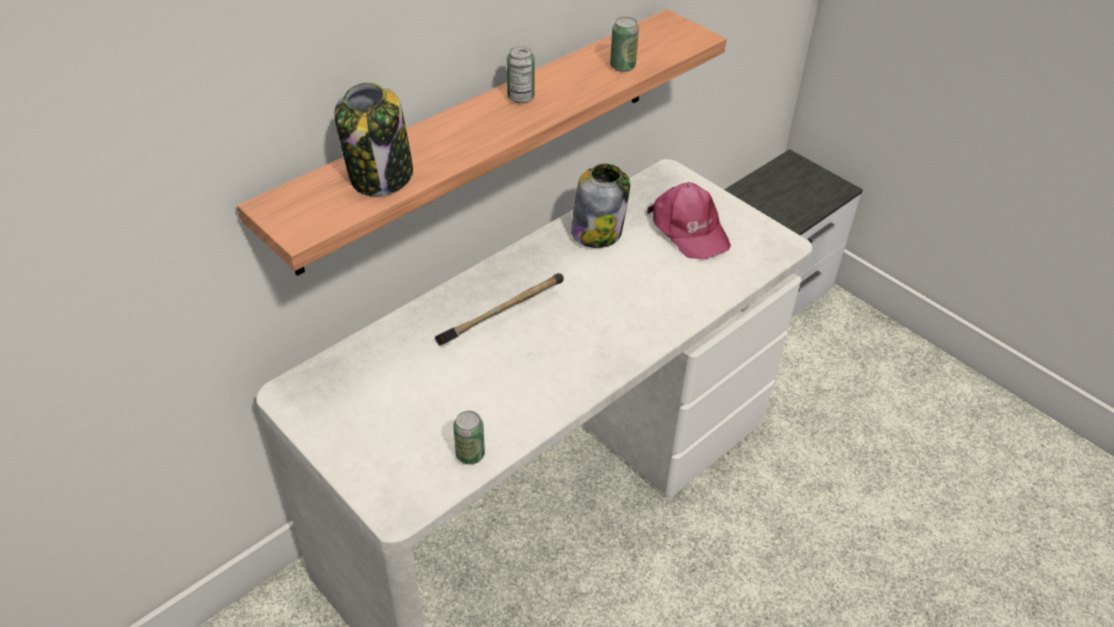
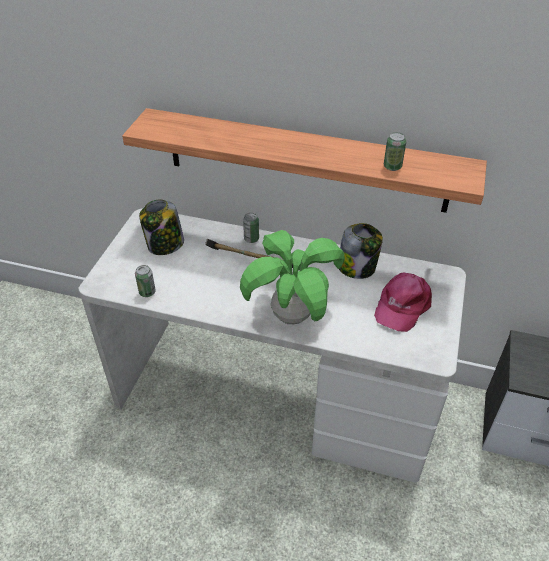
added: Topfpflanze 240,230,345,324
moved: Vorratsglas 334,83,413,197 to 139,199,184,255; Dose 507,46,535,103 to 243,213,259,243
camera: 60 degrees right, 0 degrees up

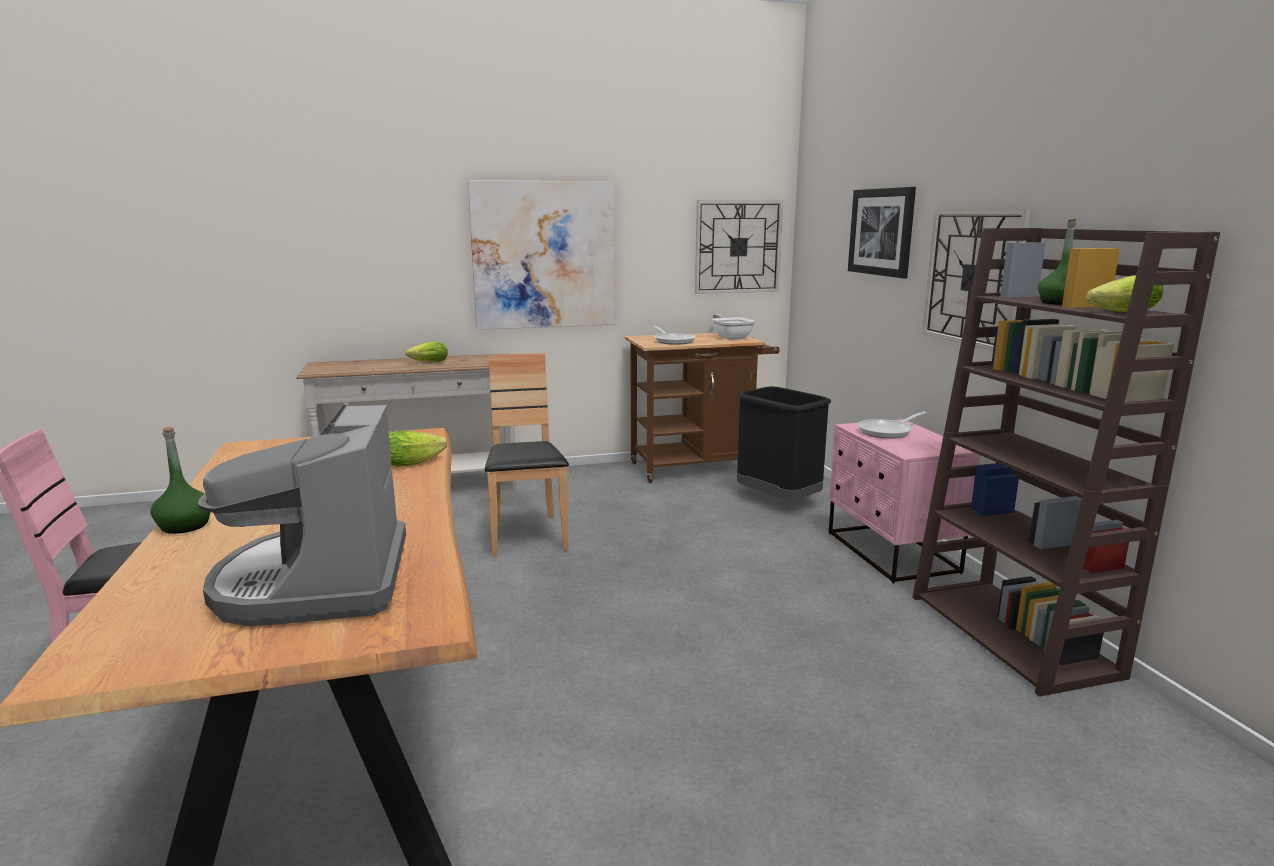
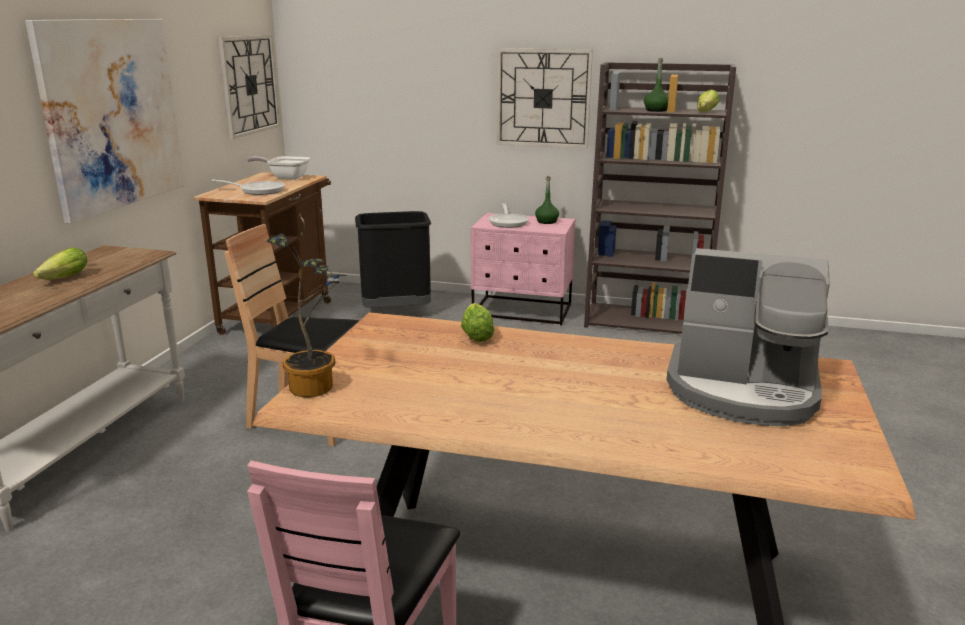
removed: Bild 848,187,916,278
added: Topfpflanze 267,234,347,397
moved: Flasche (grün) 150,427,211,534 to 535,176,559,224
camera: 60 degrees left, 5 degrees up

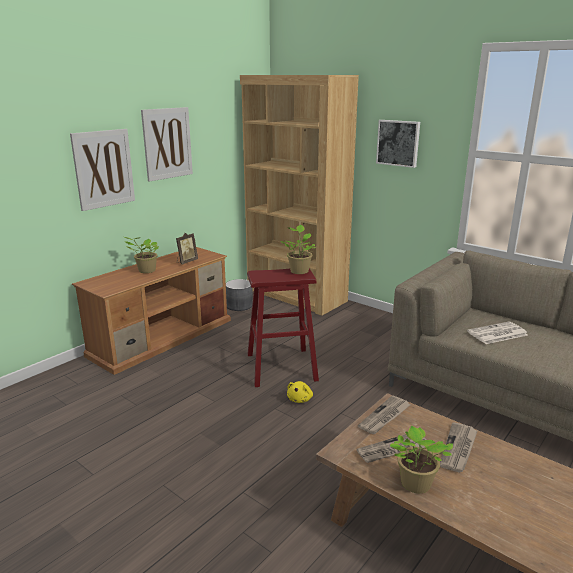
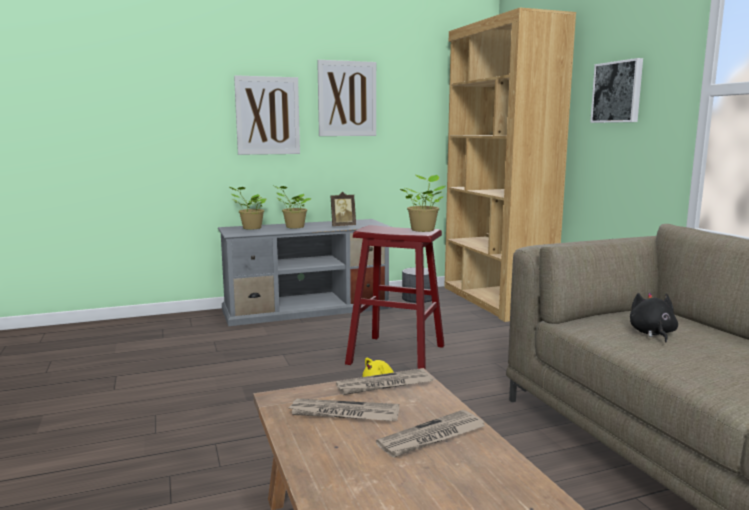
moved: Topfpflanze 390,426,453,493 to 229,187,267,230
replaced: Zeitung 467,322,528,344 to Plüschtier (schwarz) 630,293,678,342
recoloured: Fernsehschrank (braun) 72,247,231,375 to Fernsehschrank (grau) 218,219,393,326
camera: 30 degrees right, 10 degrees down

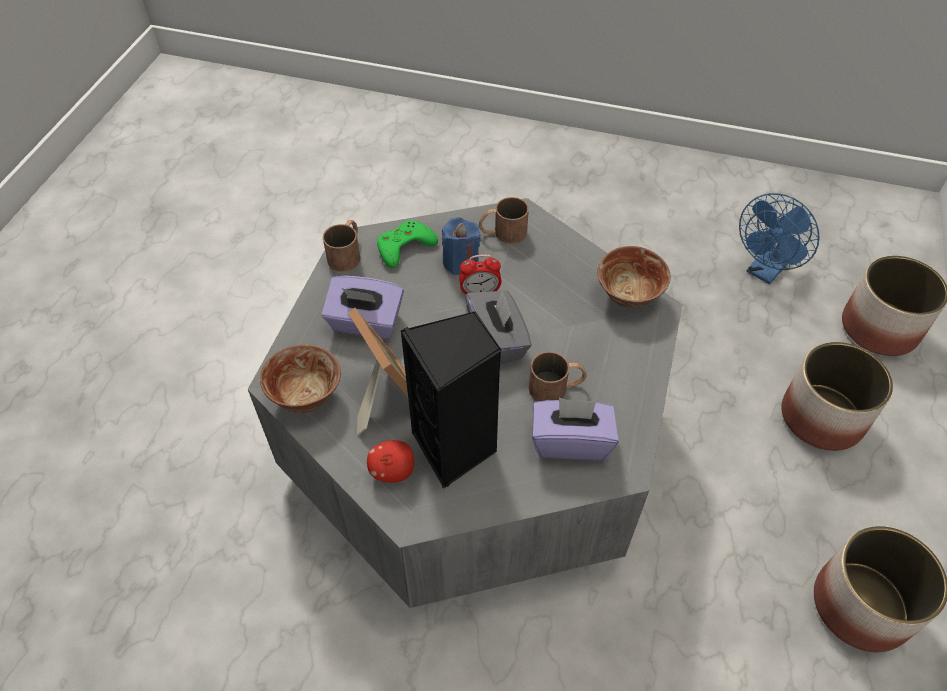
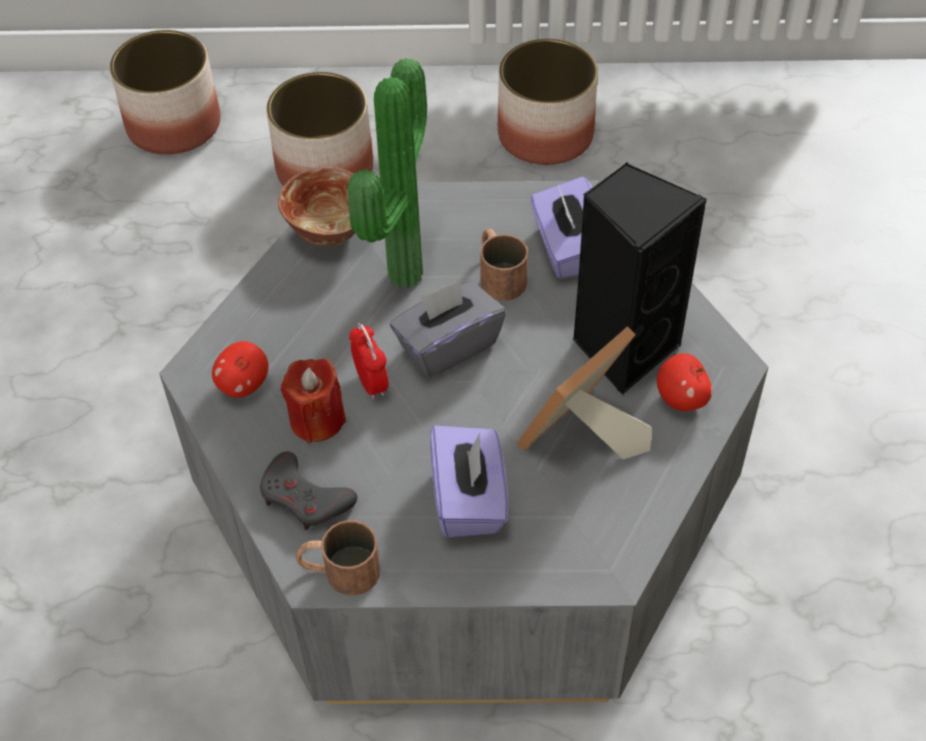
removed: Schüssel 260,344,341,413; Ventilator (blau) 739,193,820,284
added: Topfpflanze 348,58,427,288
replaced: Henkelbecher (braun) 479,197,529,243 to Apfel 212,341,268,398
recoloured: Gamepad (grün) 377,220,438,268 to Gamepad (grau) 260,451,357,530; Kerze (blau) 442,217,481,275 to Kerze (rot) 281,359,346,444
camera: 105 degrees left, 0 degrees up

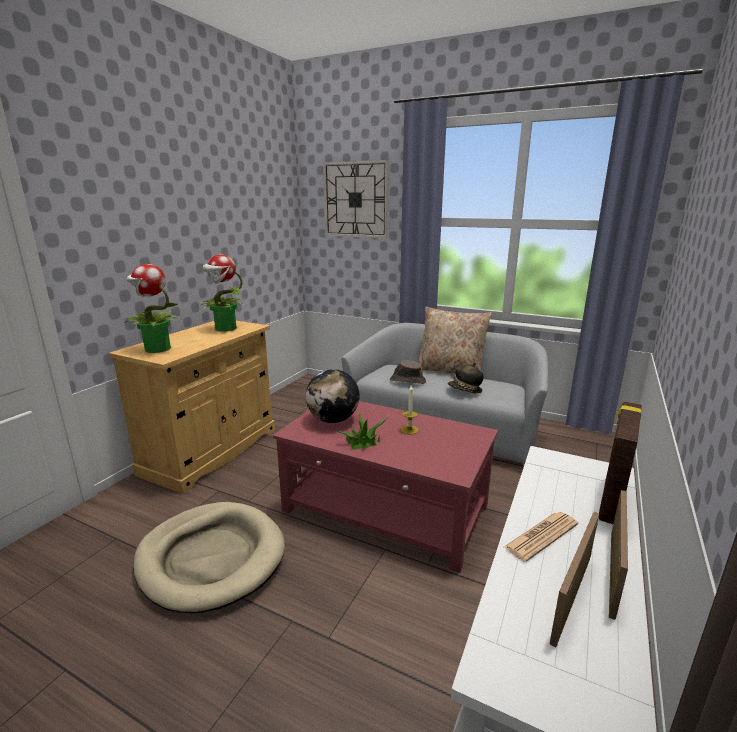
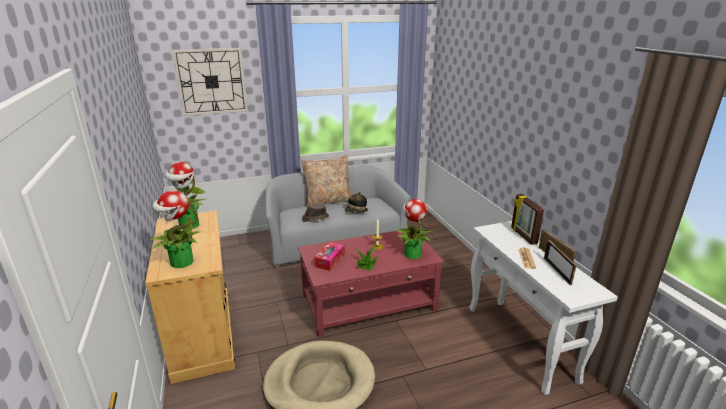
added: Topfpflanze 396,199,432,259
replaced: Globus 306,369,360,423 to Taschentuchbox 314,242,345,271
camera: 45 degrees left, 5 degrees up

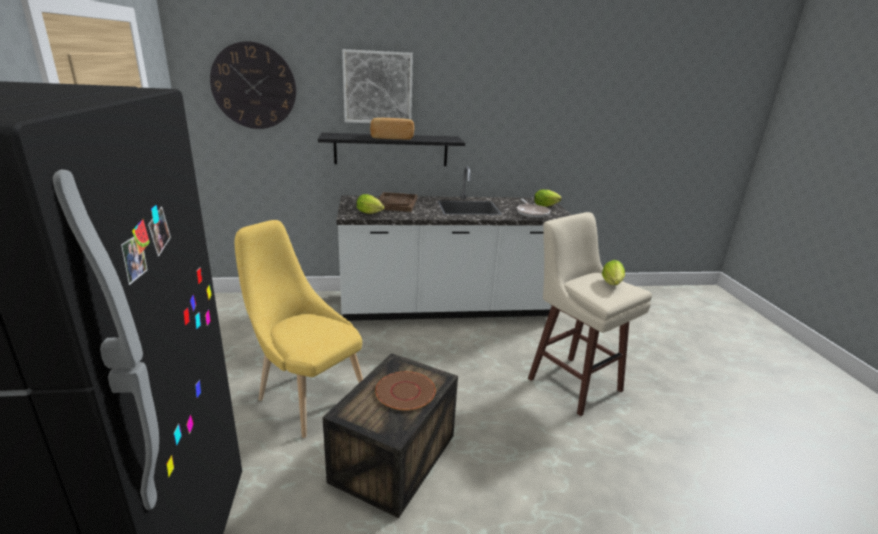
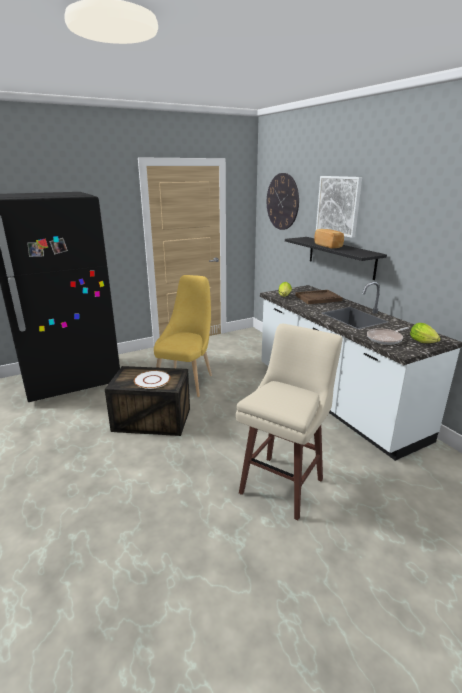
removed: Salatkopf 602,260,625,285
recoloured: Teller (braun) 375,371,436,410 to Teller (weiß) 134,371,170,389
camera: 70 degrees right, 0 degrees up

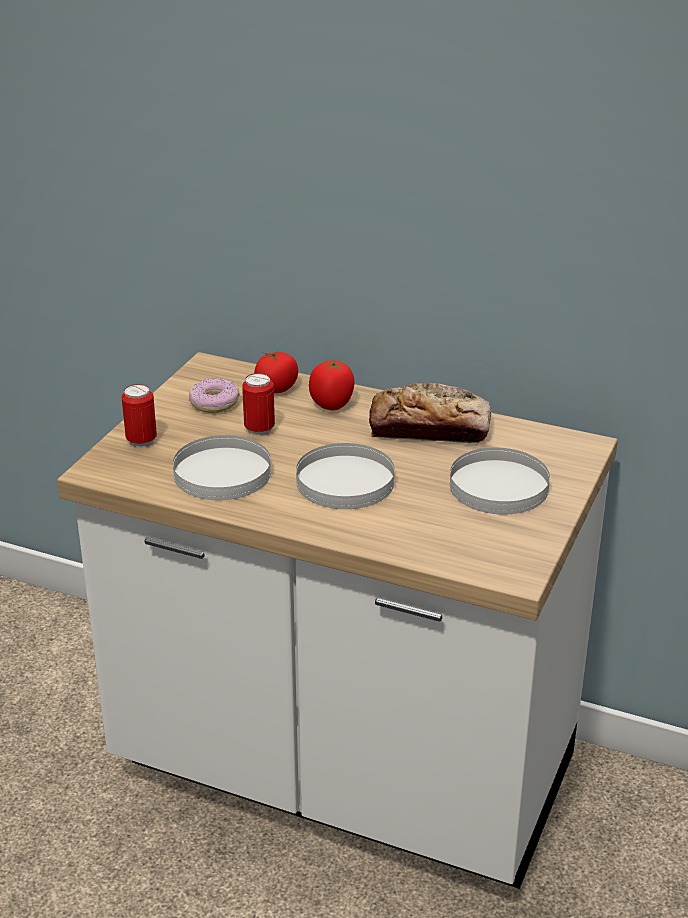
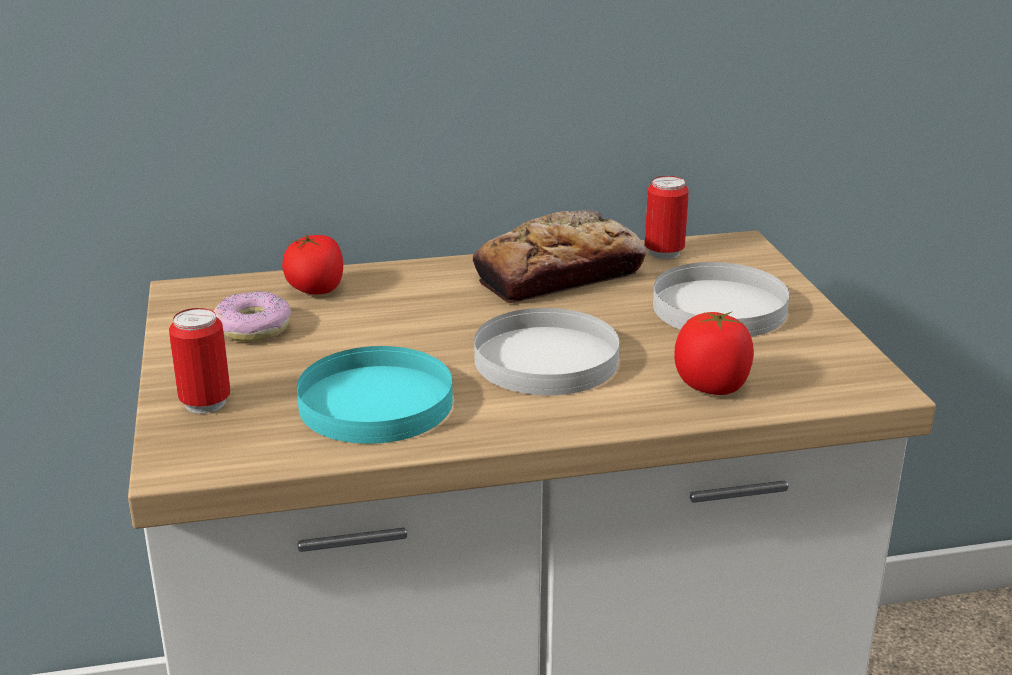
moved: Dose 242,373,275,436 to 645,176,689,259; Tomate 309,360,355,410 to 674,311,754,395
recoloured: Teller (weiß) 173,435,271,500 to Teller (türkis) 297,346,453,444
camera: 35 degrees left, 5 degrees down

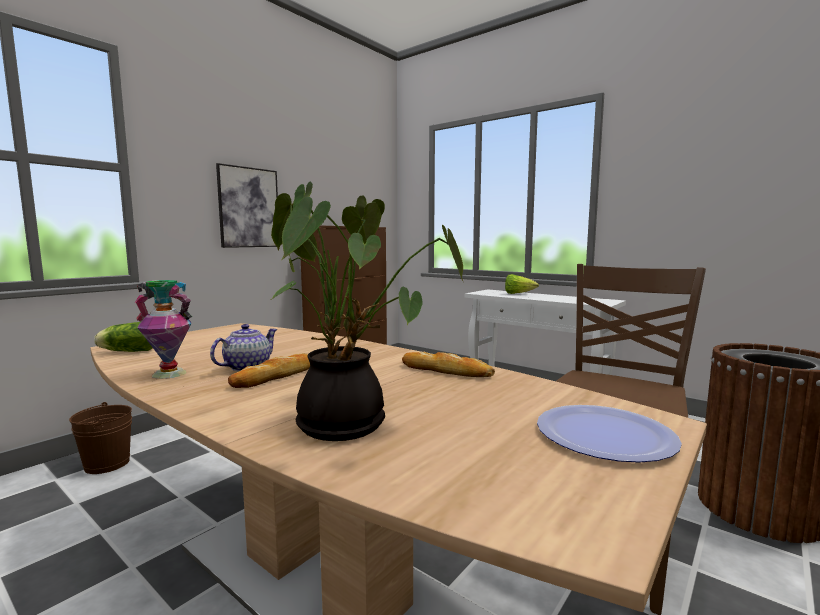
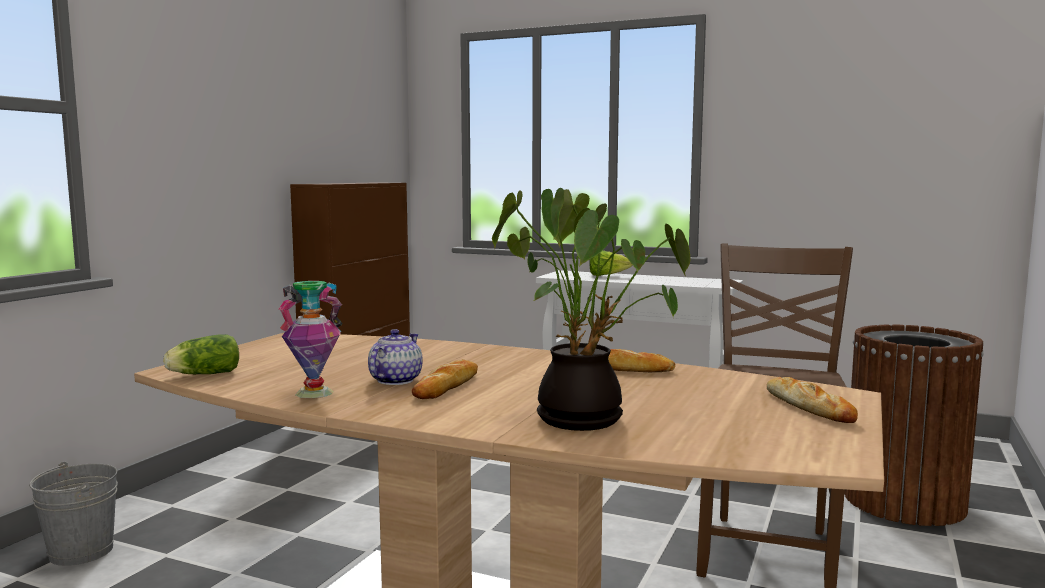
removed: Bild 216,163,278,248
replaced: Teller 537,405,682,463 to Brot 767,377,858,423
recoloured: Eimer (braun) 69,402,132,474 to Eimer (grau) 29,461,118,566
camera: 15 degrees left, 0 degrees up

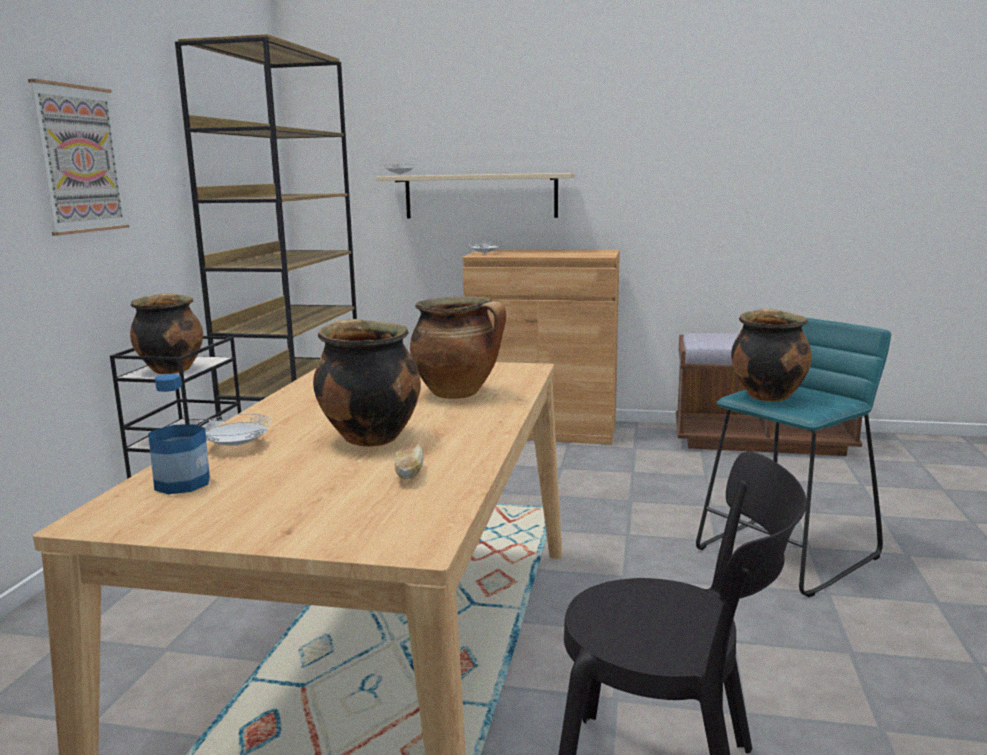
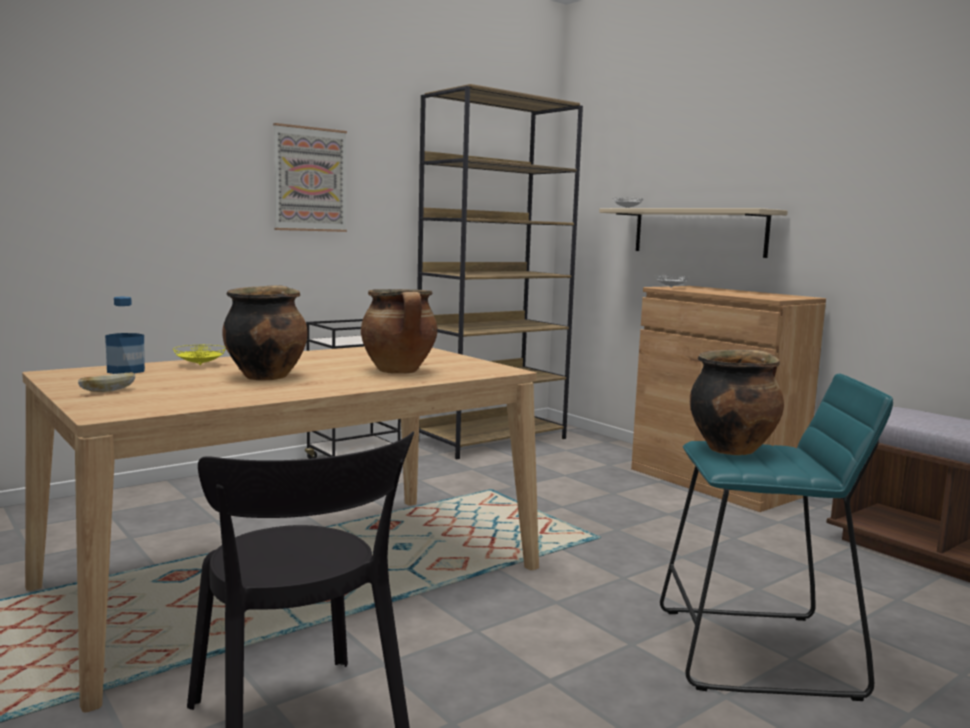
removed: Kochtopf 130,293,203,374
moved: Brot 395,443,423,479 to 78,372,135,392
recoloured: Teller (weiß) 199,414,271,447 to Teller (gelb) 173,345,226,365
camera: 40 degrees right, 5 degrees down

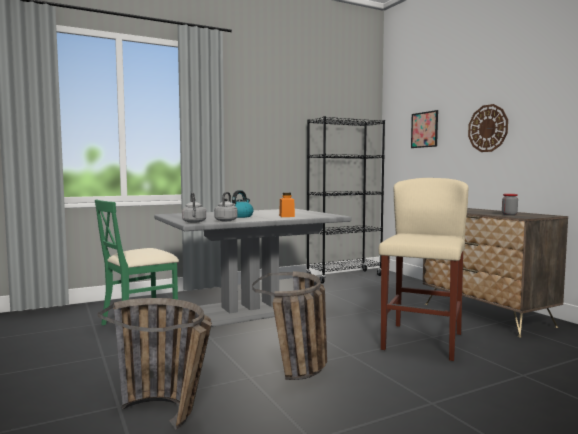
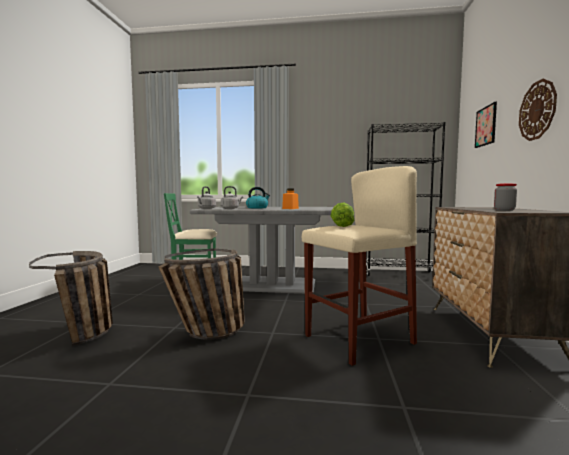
added: Salatkopf 331,202,355,227
camera: 35 degrees right, 0 degrees up

